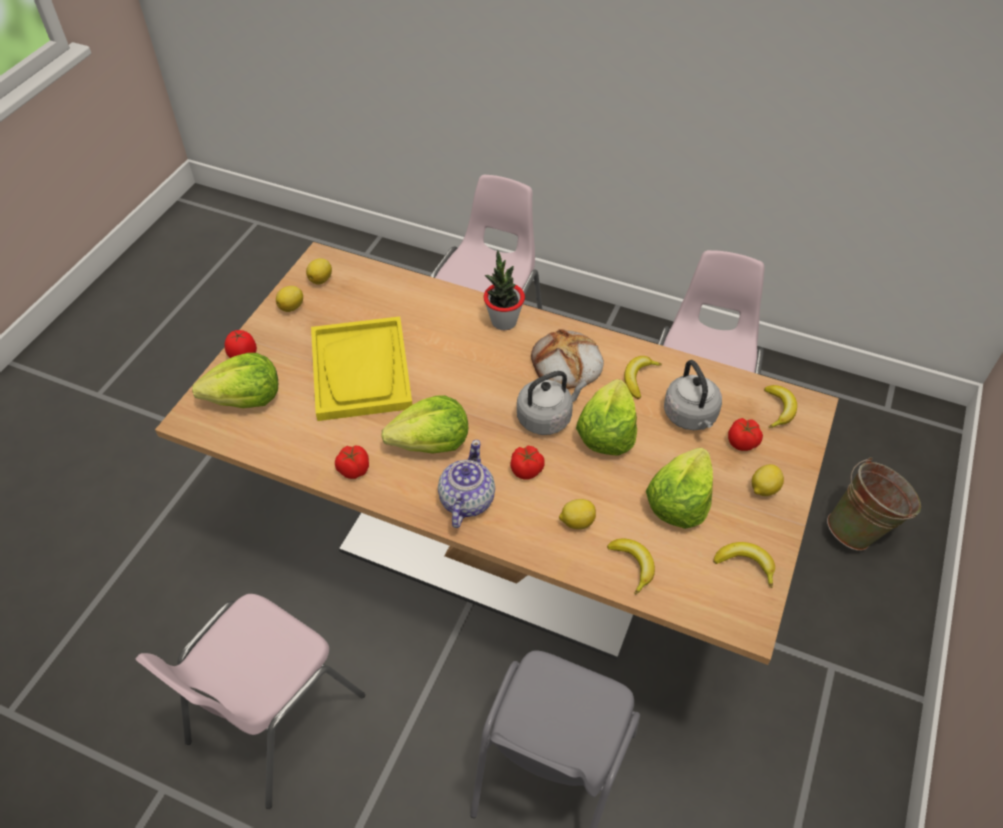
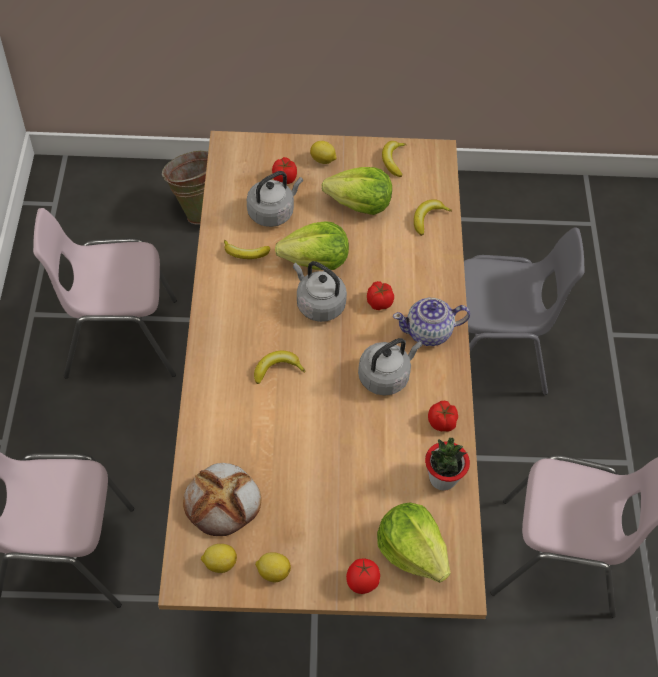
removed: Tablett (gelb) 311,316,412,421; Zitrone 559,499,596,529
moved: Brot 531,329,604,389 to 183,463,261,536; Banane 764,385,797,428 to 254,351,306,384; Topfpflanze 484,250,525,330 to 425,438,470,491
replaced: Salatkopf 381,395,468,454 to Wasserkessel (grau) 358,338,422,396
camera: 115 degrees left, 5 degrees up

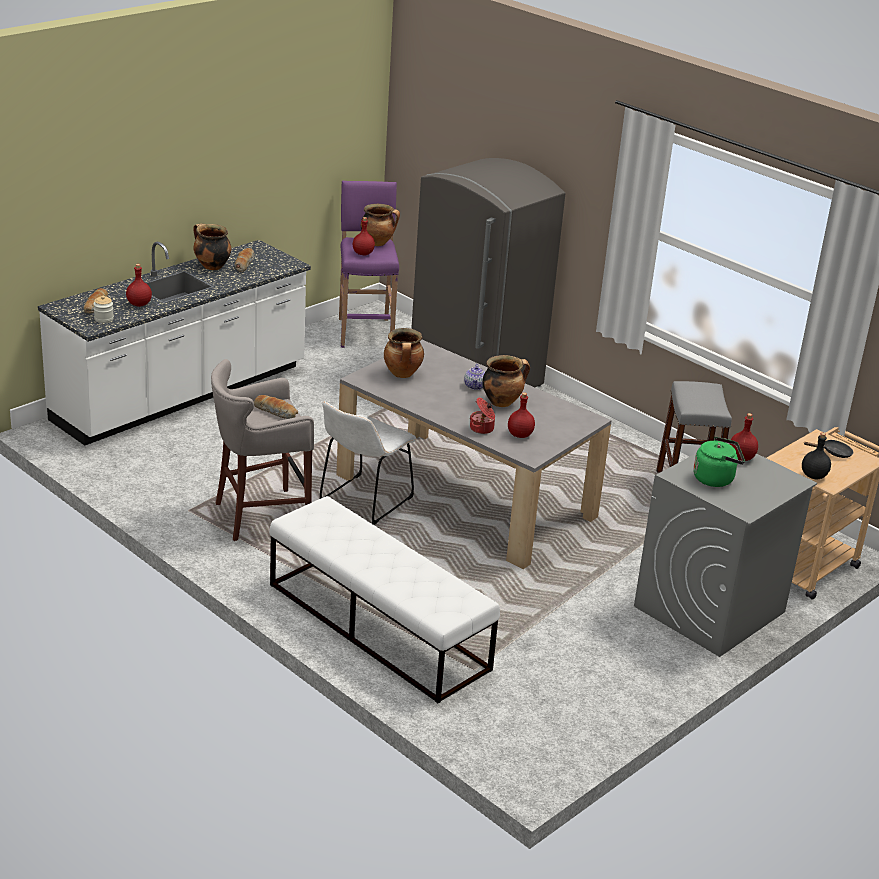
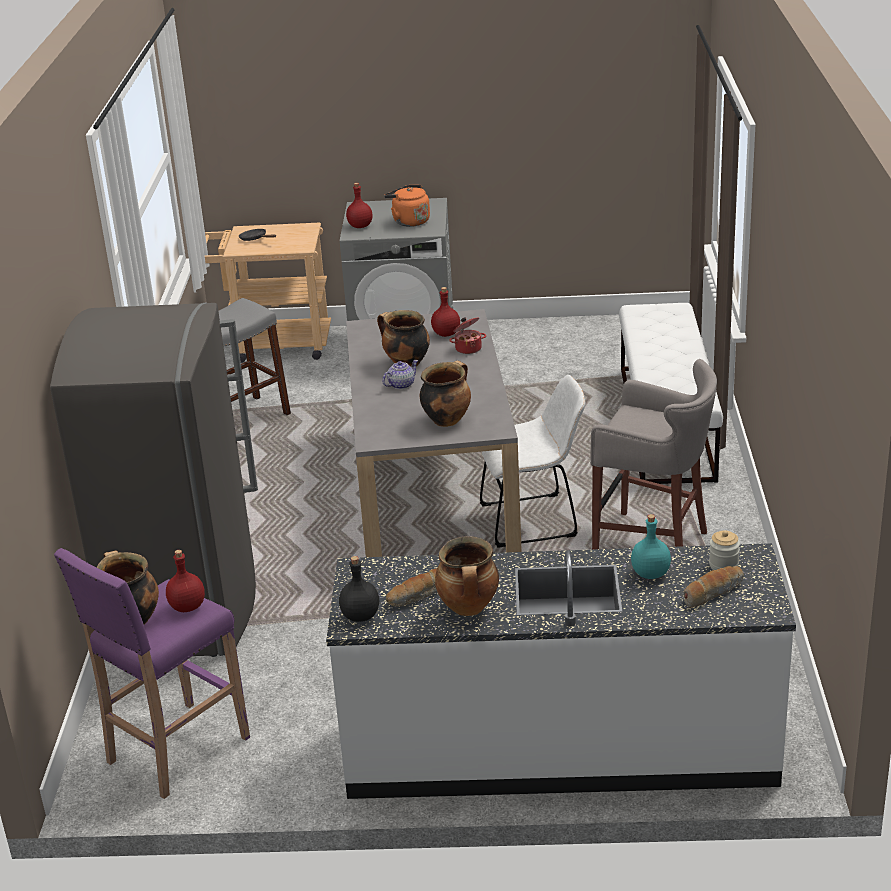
removed: Brot 254,395,298,419
moved: Flasche (schwarz) 802,433,831,480 to 339,556,379,622
recoloured: Wasserkessel (grün) 693,437,745,487 to Wasserkessel (orange) 384,185,430,227; Flasche (rot) 126,264,152,307 to Flasche (türkis) 631,514,671,579
camera: 130 degrees left, 0 degrees up

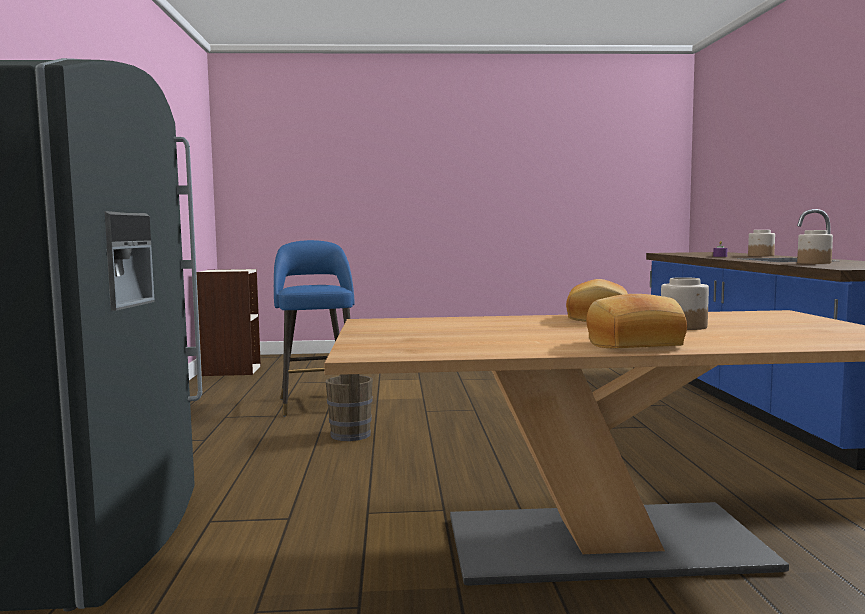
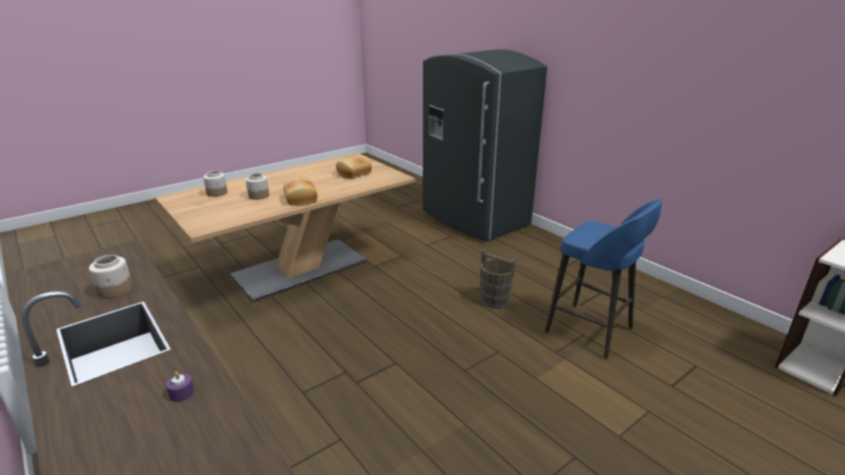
moved: Vorratsglas 748,230,775,256 to 203,170,227,197; Brot 586,294,687,348 to 336,155,372,179
camera: 145 degrees right, 20 degrees up

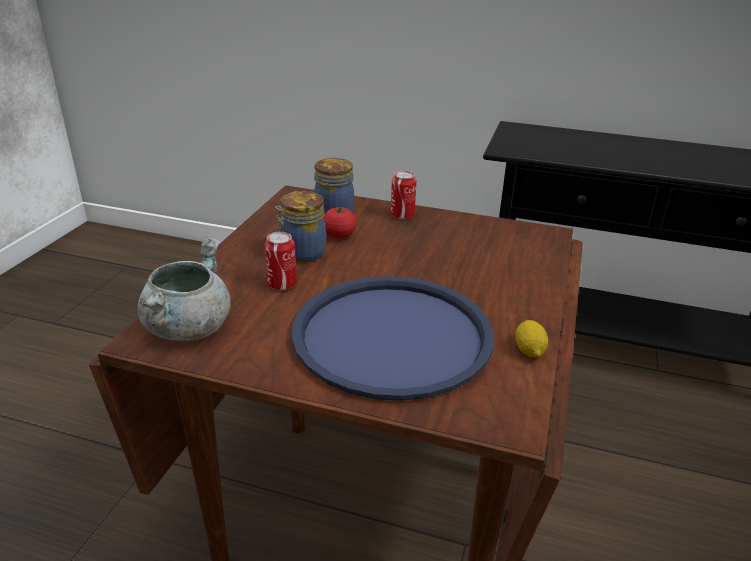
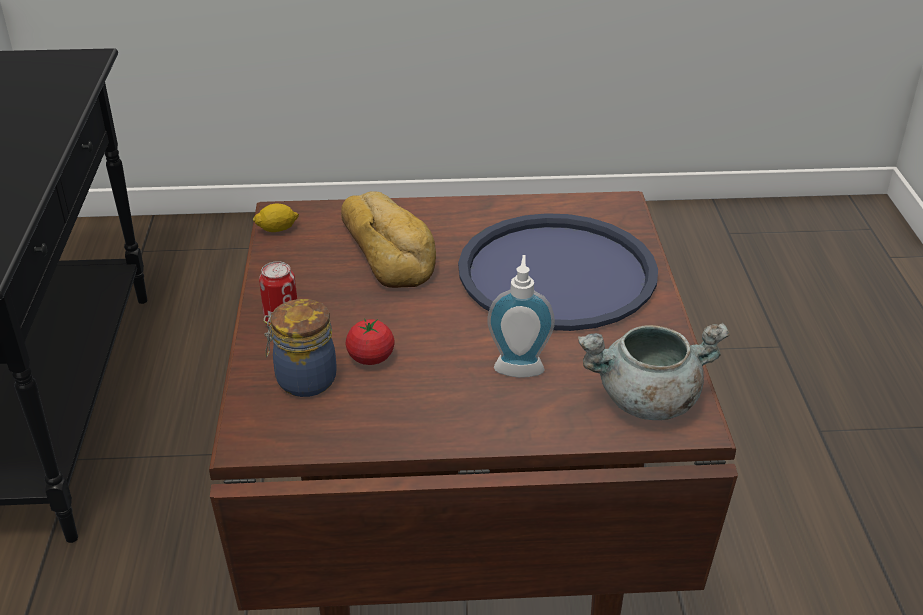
removed: Vorratsglas 275,191,326,262
added: Brot 341,191,436,288
moved: Zitrone 516,320,548,358 to 253,203,299,232
replaced: Dose 265,232,297,290 to Seifenspender 487,255,555,378
camera: 110 degrees left, 5 degrees up

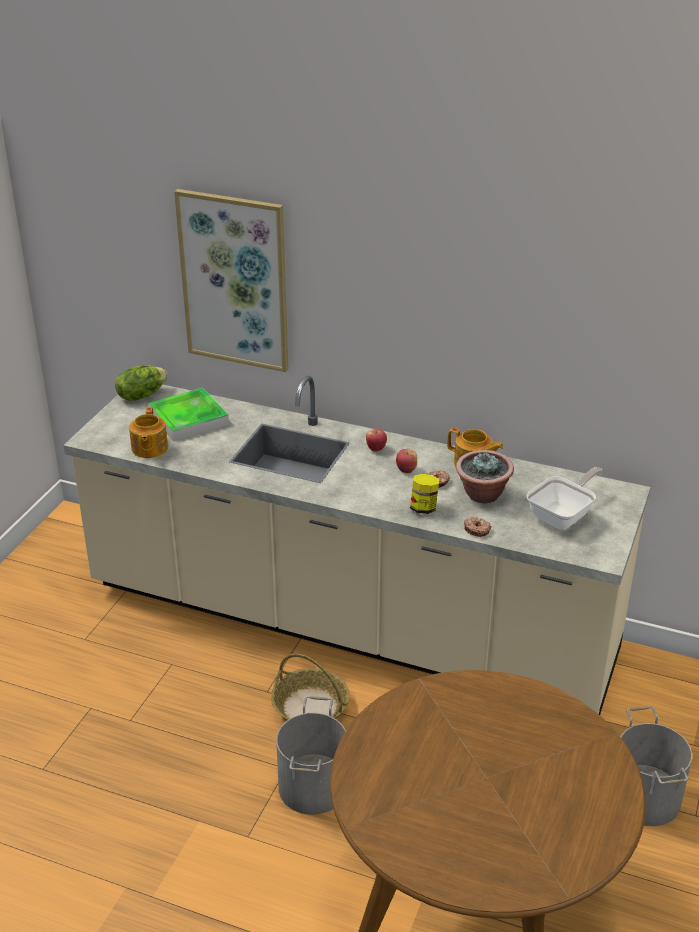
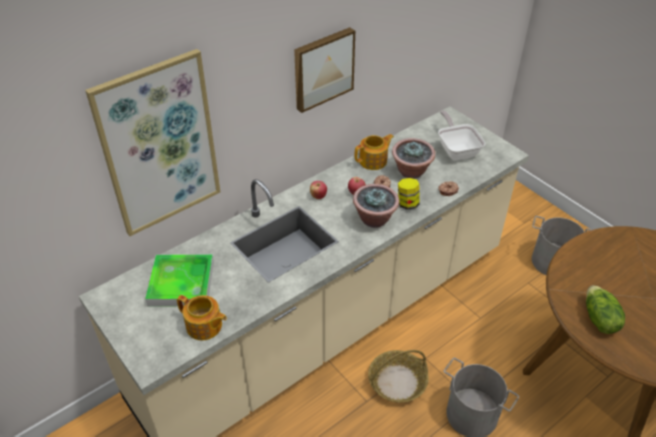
added: Bild 294,27,355,113; Topfpflanze 353,184,399,228
moved: Salatkopf 115,365,168,401 to 586,285,625,334
camera: 60 degrees left, 10 degrees up

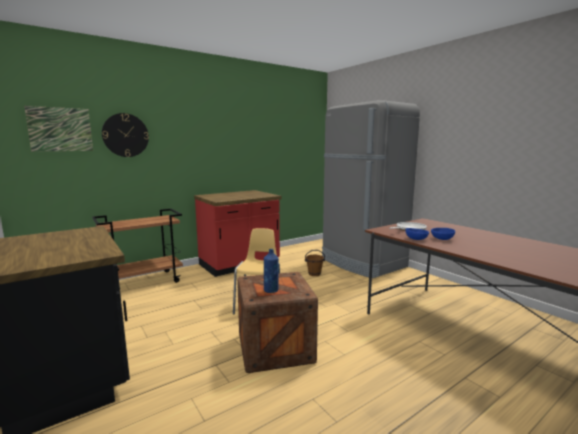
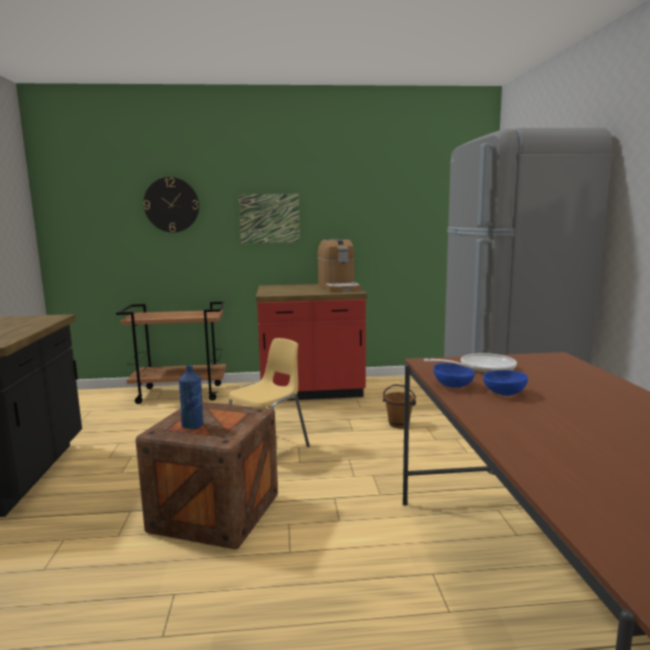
added: Kaffeemaschine 318,238,361,293
moved: Bild 24,106,93,151 to 239,194,300,243
camera: 30 degrees right, 0 degrees up

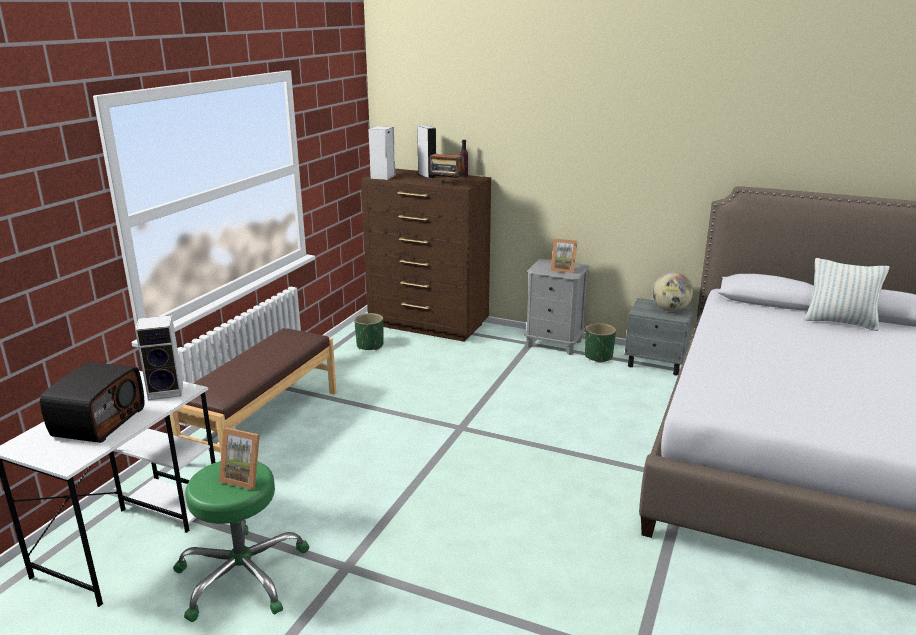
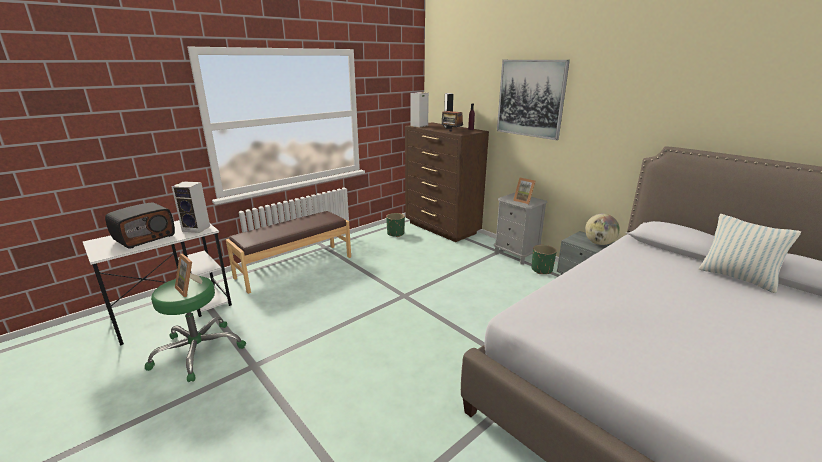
added: Bild 497,60,570,140
camera: 25 degrees right, 0 degrees up

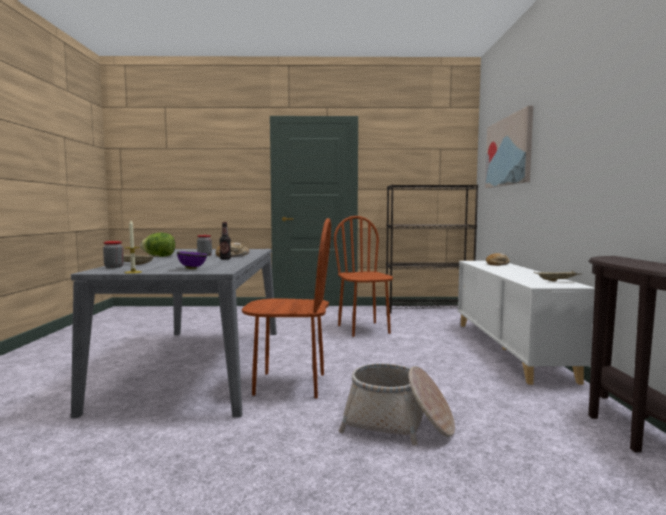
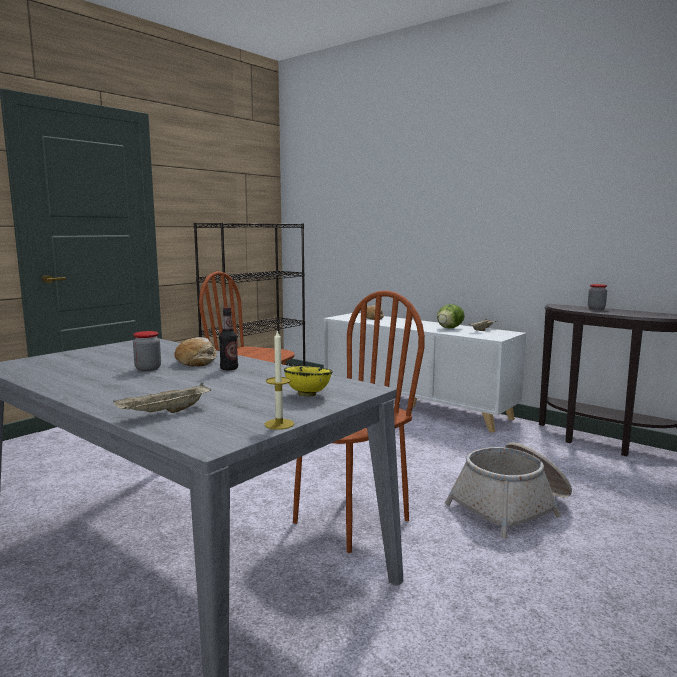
removed: Bild 485,105,533,188
moved: Salatkopf 140,233,175,257 to 437,304,465,328; Vorratsglas 103,241,124,268 to 588,284,607,310
recoloured: Schüssel (lila) 177,251,207,269 to Schüssel (gelb) 284,366,333,397
camera: 50 degrees left, 5 degrees up

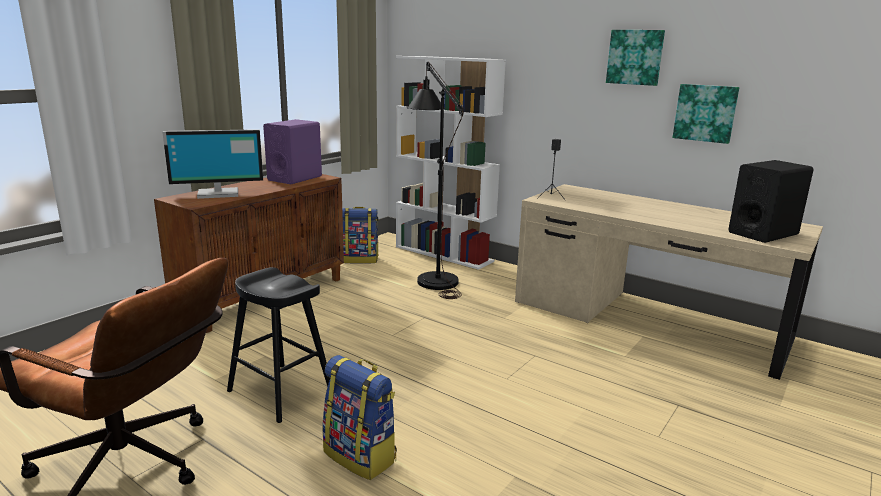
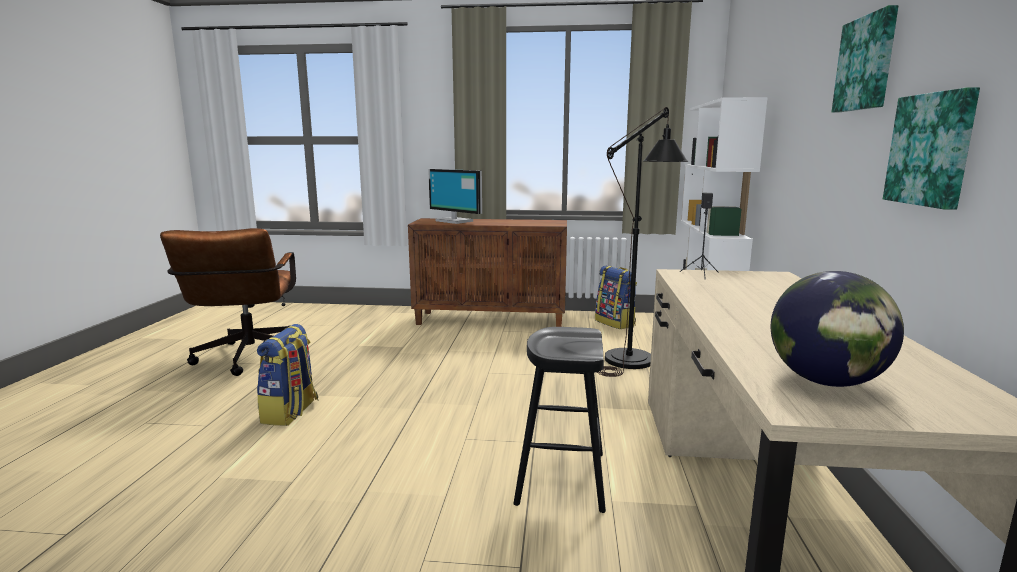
removed: Lautsprecher (lila) 263,119,322,184
moved: Hocker (schwarz) 227,267,330,423 to 513,327,606,513
replaced: Lautsprecher (schwarz) 728,160,814,243 to Globus 771,271,904,387
camera: 60 degrees right, 5 degrees down

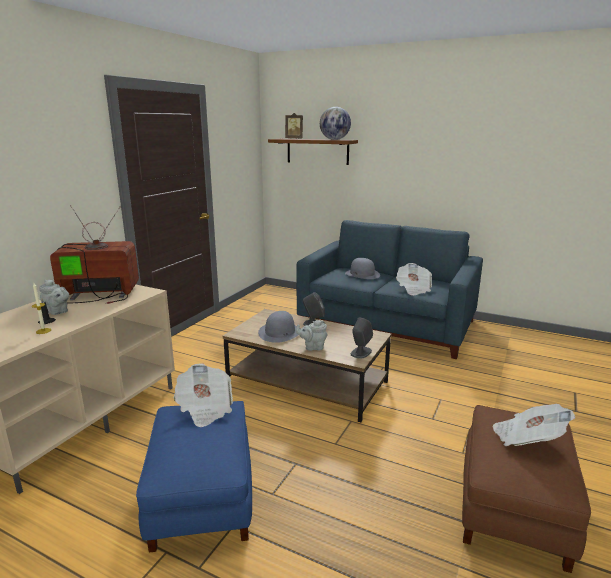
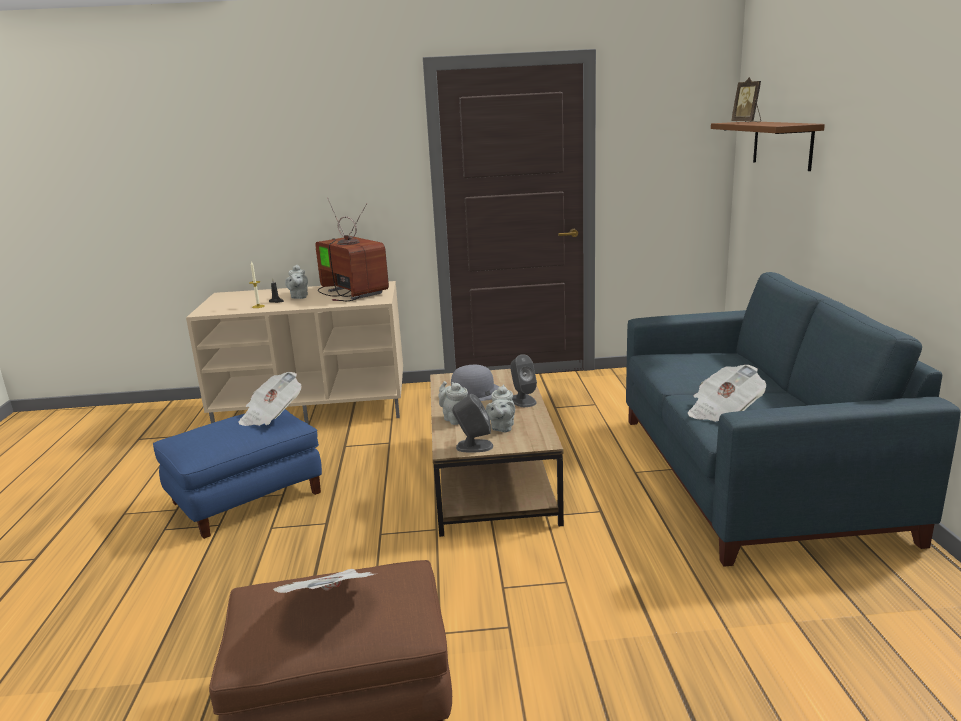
removed: Globus 320,107,351,140; Hut (grau) 345,258,380,279
added: Teekanne (grau) 486,384,515,432
camera: 60 degrees right, 0 degrees up

